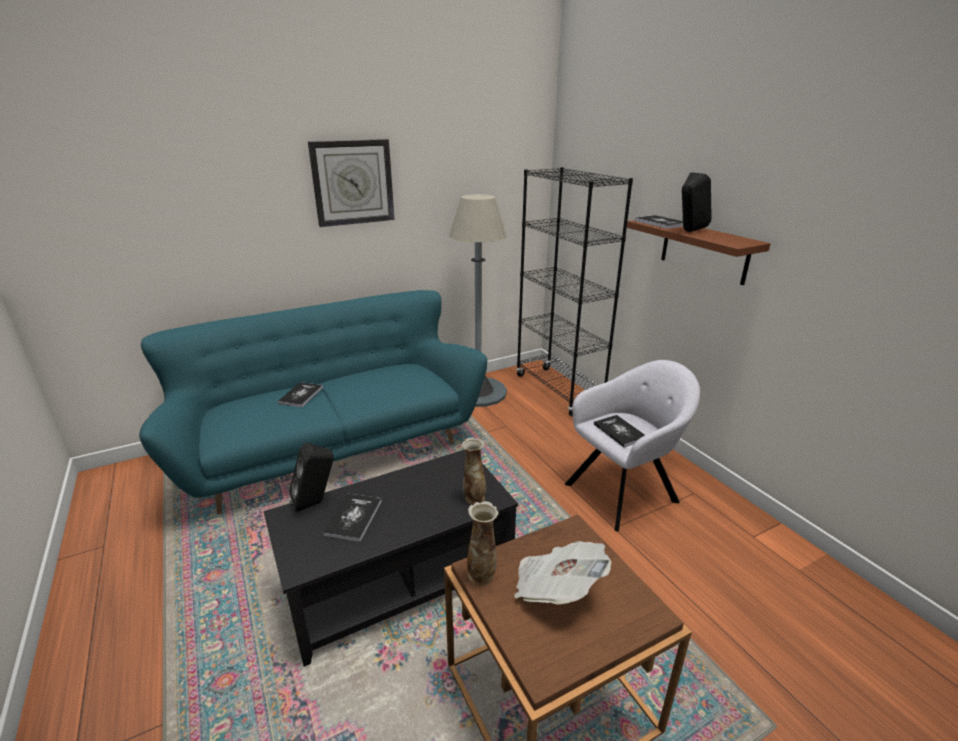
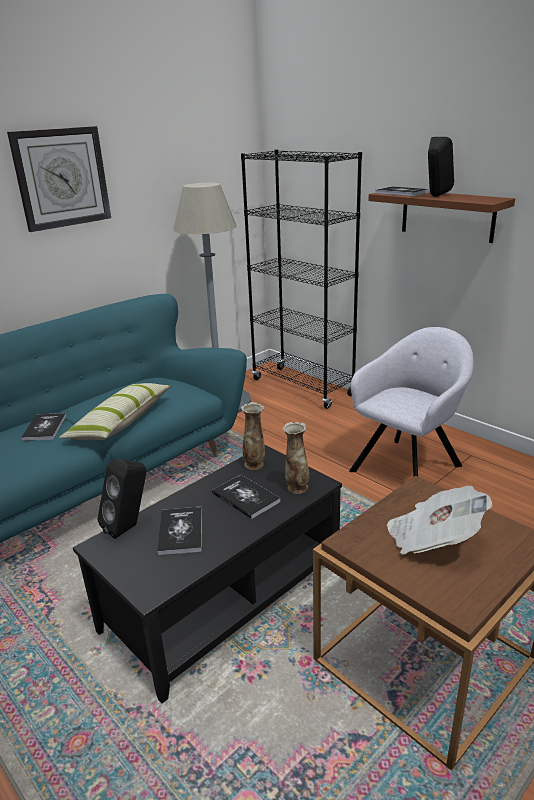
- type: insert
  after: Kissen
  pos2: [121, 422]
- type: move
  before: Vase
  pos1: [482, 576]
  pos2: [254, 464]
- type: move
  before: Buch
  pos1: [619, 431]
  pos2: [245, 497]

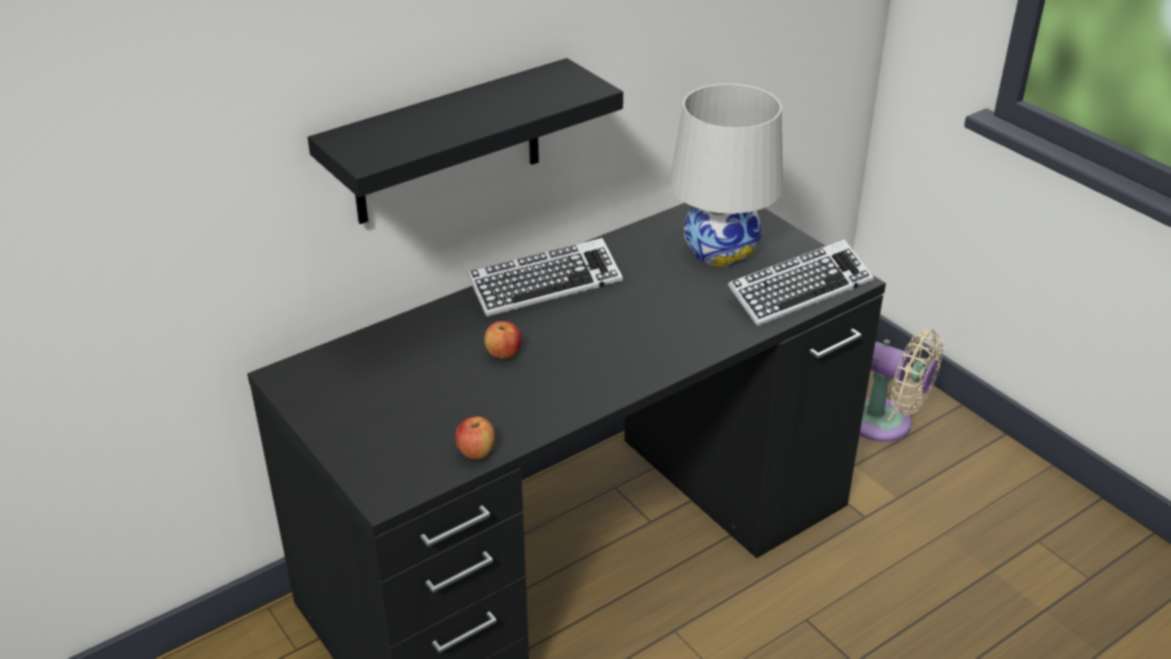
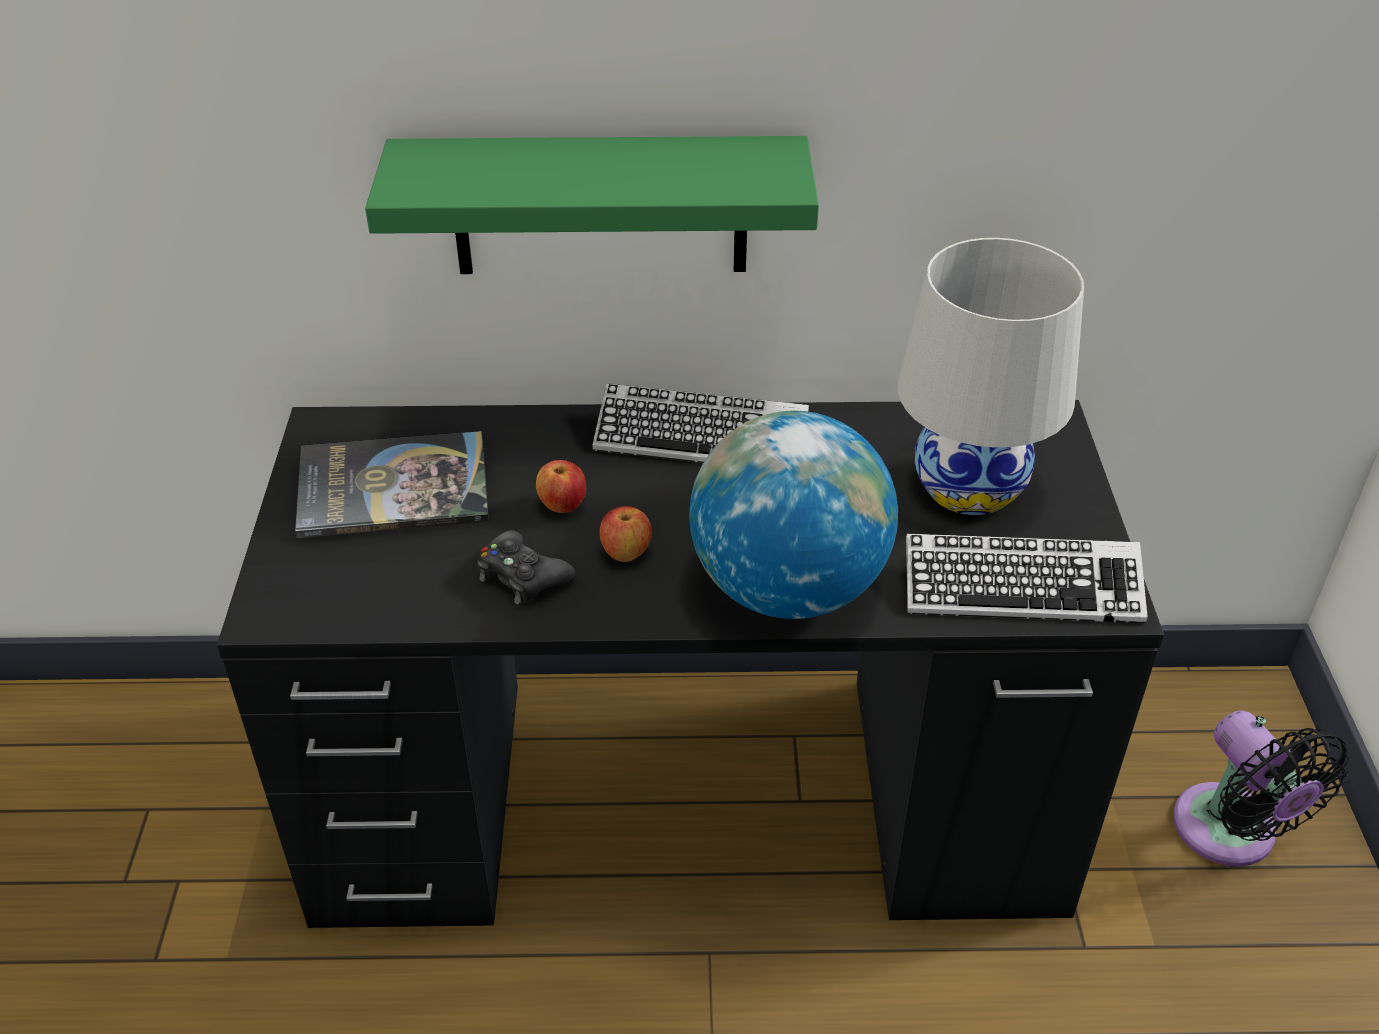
- type: insert
  after: Buch
  pos2: [393, 487]
- type: insert
  after: Gamepad [schwarz]
  pos2: [522, 576]
- type: insert
  after: Globus
  pos2: [788, 588]
- type: move
  before: Apfel
  pos1: [476, 453]
  pos2: [625, 553]
- type: recolor
  before: Wandregal [schwarz]
  after: Wandregal [grün]
  pos1: [447, 143]
  pos2: [600, 205]
- type: recolor
  before: Ventilator [beige]
  after: Ventilator [schwarz]
  pos1: [886, 424]
  pos2: [1231, 835]

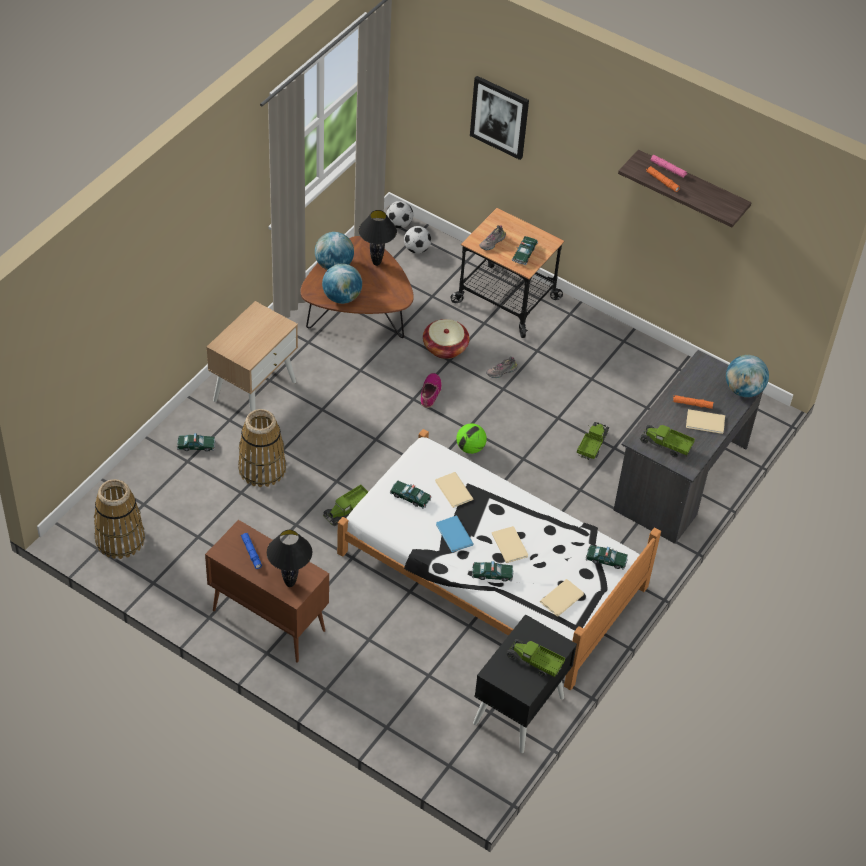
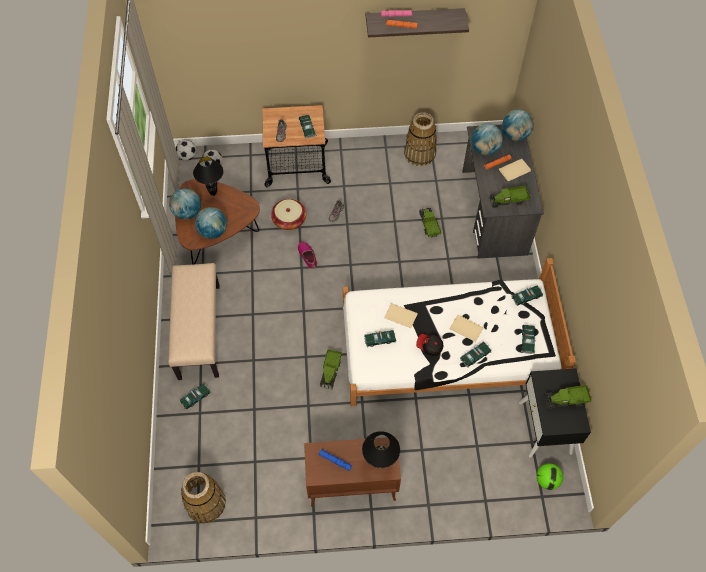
- type: delete
  before: Bild
  pos1: [500, 117]
- type: insert
  after: Globus
  pos2: [484, 149]
- type: move
  before: Korb
  pos1: [262, 469]
  pos2: [420, 154]
- type: move
  before: Fußball
  pos1: [470, 448]
  pos2: [547, 480]
- type: replace
  before: Nachttisch [beige]
  after: Bank [beige]
  pos1: [255, 390]
  pos2: [198, 331]
- type: replace
  before: Buch [blau]
  after: Kappe
  pos1: [453, 535]
  pos2: [429, 347]
- type: replace
  before: Buch [beige]
  after: Spielzeugauto
  pos1: [563, 598]
  pos2: [527, 340]

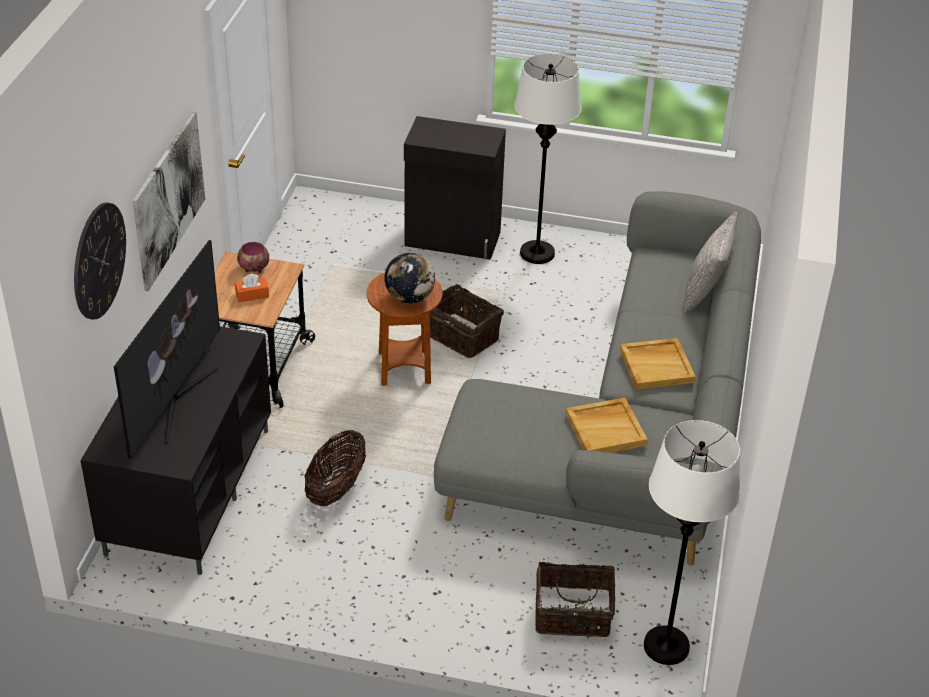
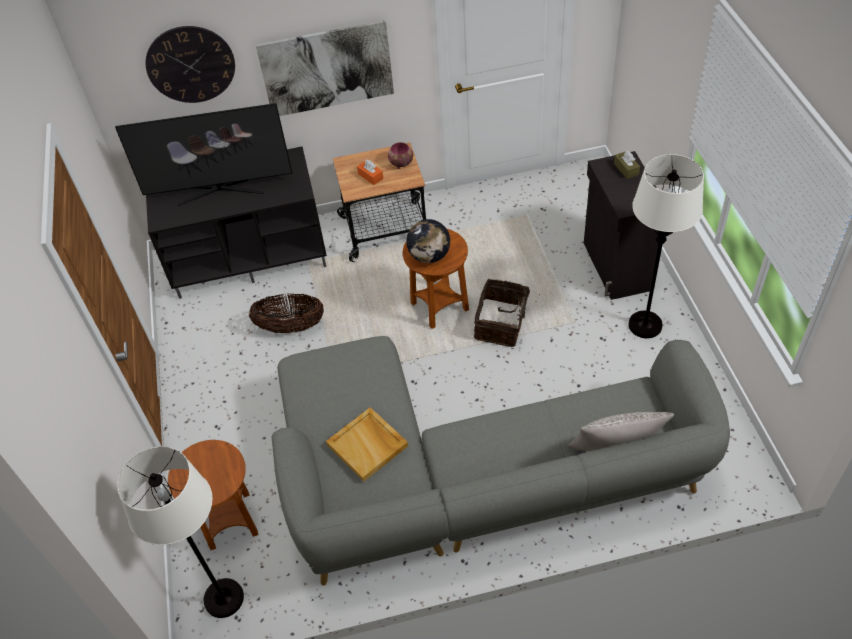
- type: delete
  before: Tablett [beige]
  pos1: [657, 366]
- type: insert
  after: Taschentuchbox [braun]
  pos2: [626, 169]
- type: replace
  before: Korb
  after: Beistelltisch [braun]
  pos1: [572, 616]
  pos2: [229, 520]

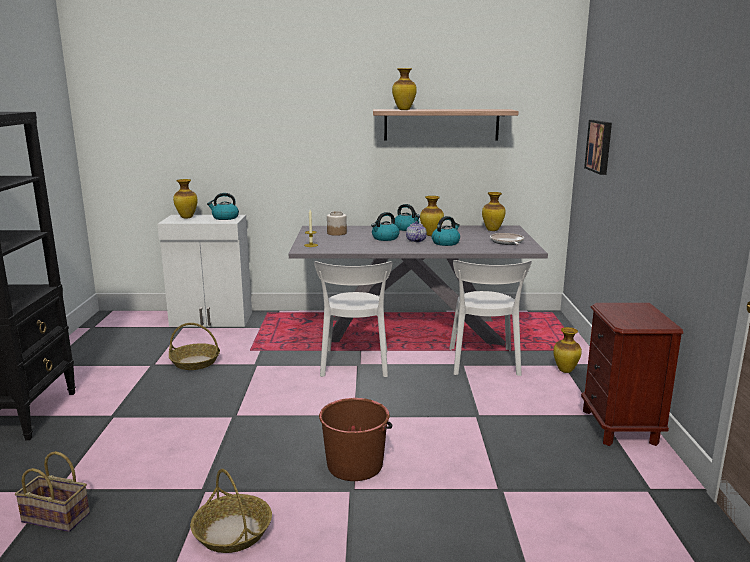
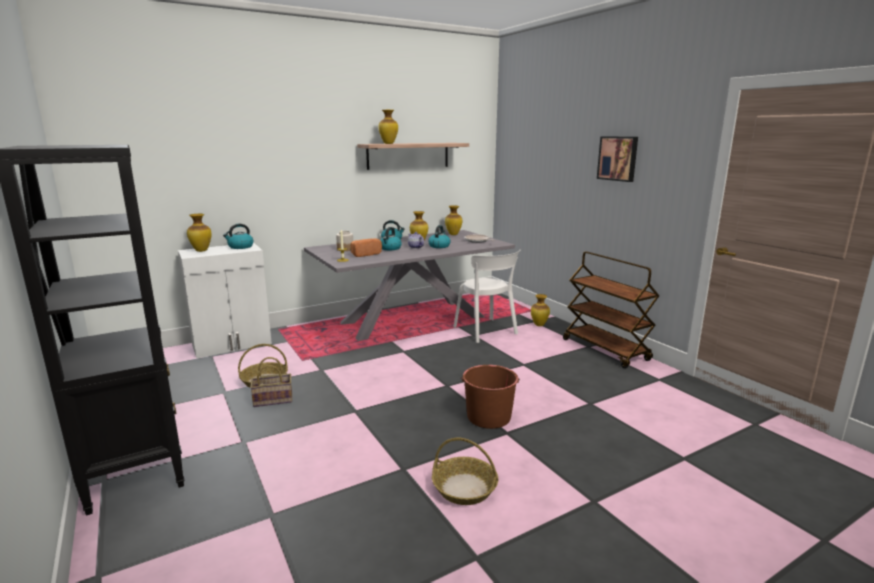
- type: delete
  before: Stuhl [weiß]
  pos1: [355, 365]
- type: insert
  after: Brot
  pos2: [365, 254]
- type: move
  before: Korb
  pos1: [58, 517]
  pos2: [274, 399]
- type: move
  before: Bild
  pos1: [600, 146]
  pos2: [618, 158]
- type: replace
  before: Nachttisch [braun]
  after: Rollwagen [braun]
  pos1: [619, 427]
  pos2: [606, 350]

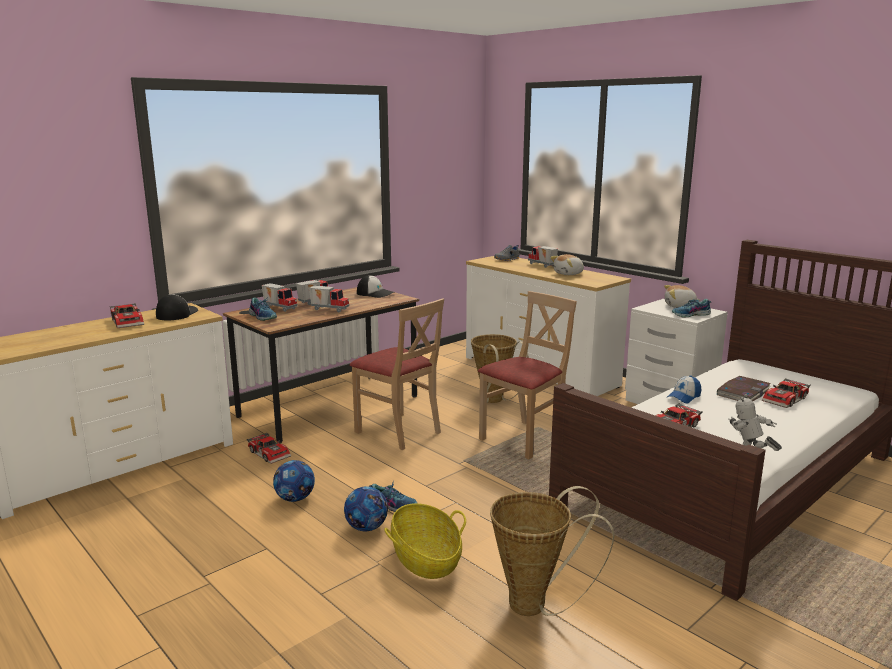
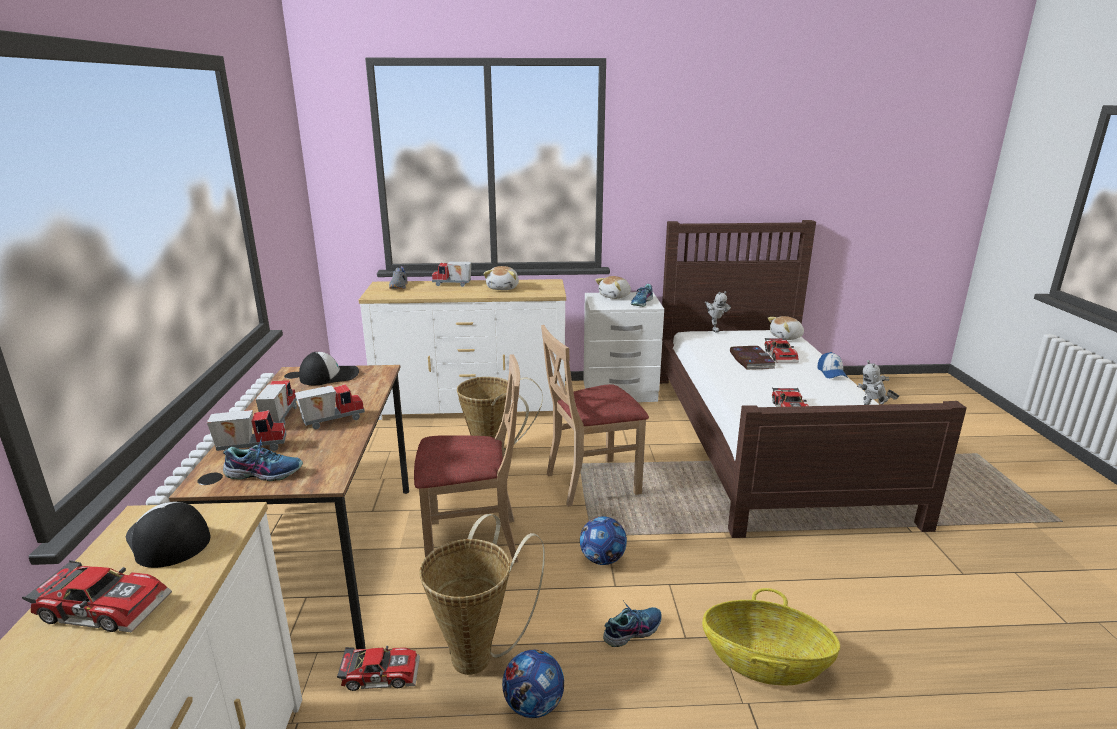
- type: insert
  after: Spielzeugroboter
  pos2: [714, 329]
- type: insert
  after: Plüschtier
  pos2: [786, 337]
- type: move
  before: Fußball
  pos1: [366, 527]
  pos2: [602, 559]
- type: move
  before: Korb
  pos1: [536, 605]
  pos2: [479, 654]
- type: move
  before: Kappe
  pos1: [683, 397]
  pos2: [831, 373]
- type: rotate
  before: Stuhl [beige]
  pos1: [524, 439]
  pos2: [592, 482]
  turn: -105

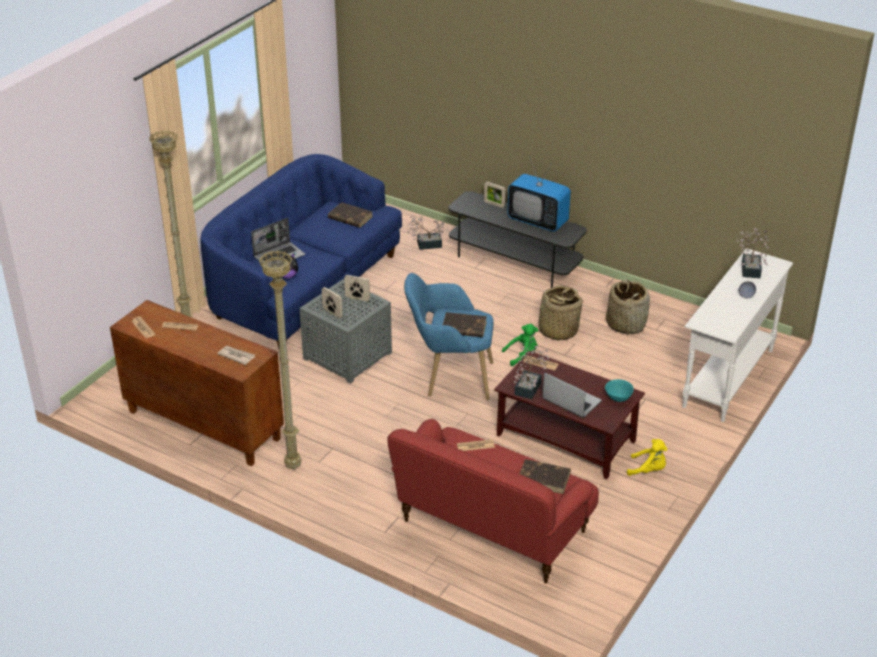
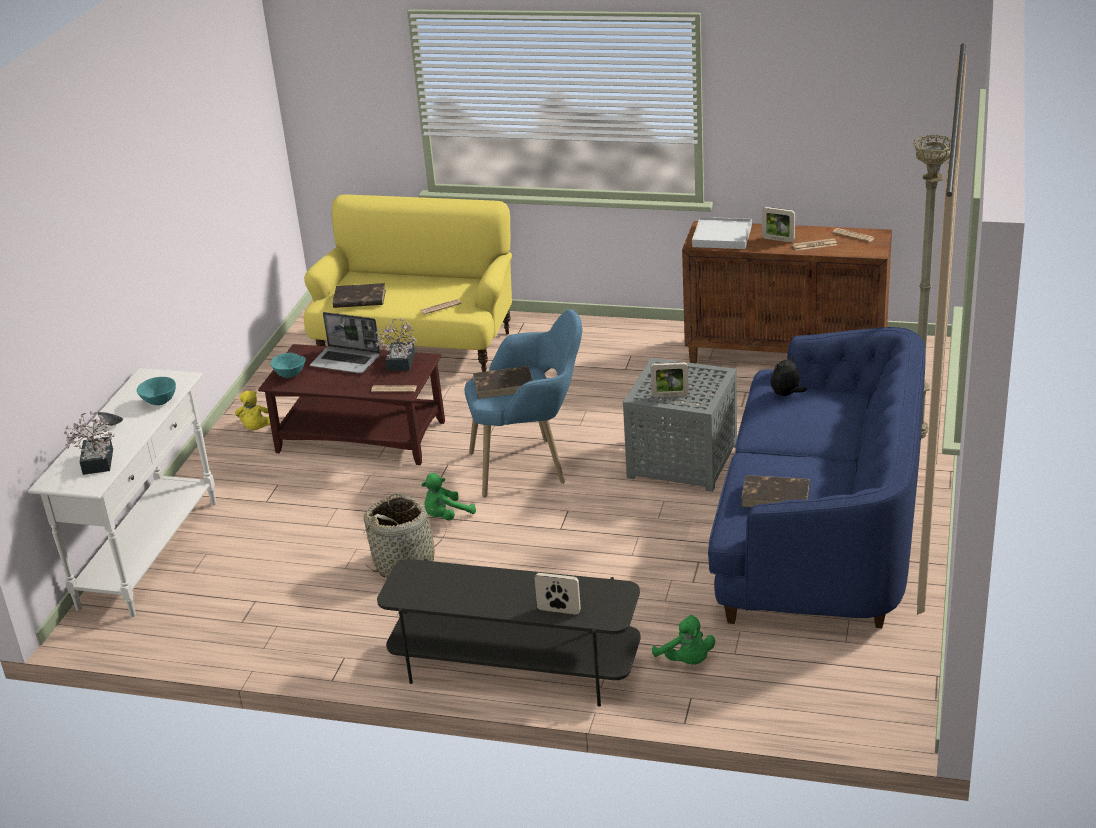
- type: delete
  before: Laptop
  pos1: [279, 256]
- type: delete
  before: Stehlampe [beige]
  pos1: [293, 467]
- type: delete
  before: Fernseher
  pos1: [538, 221]
- type: delete
  before: Korb
  pos1: [626, 324]
- type: insert
  after: Schüssel [türkis]
  pos2: [159, 402]
- type: move
  before: Bilderrahmen
  pos1: [332, 313]
  pos2: [778, 239]
- type: replace
  before: Zeitung
  after: Tablett [weiß]
  pos1: [236, 356]
  pos2: [722, 236]
- type: replace
  before: Topfpflanze
  after: Plüschtier [grün]
  pos1: [426, 244]
  pos2: [686, 661]
- type: recolor
  before: Sofa [rot]
  after: Sofa [gelb]
  pos1: [492, 529]
  pos2: [417, 346]
- type: rotate
  before: Plüschtier [gelb]
  pos1: [648, 470]
  pos2: [258, 429]
  turn: -90

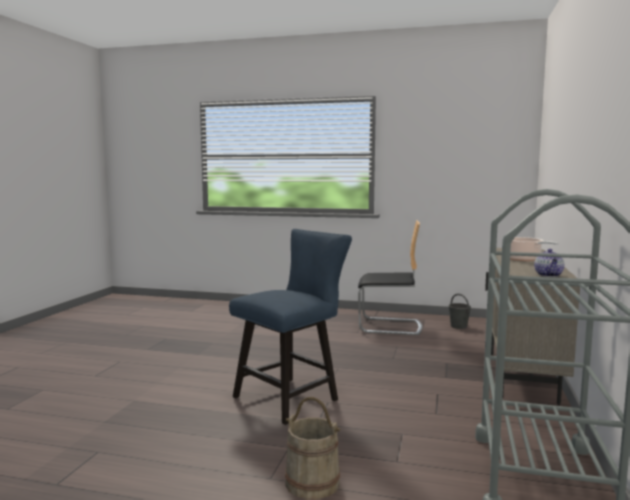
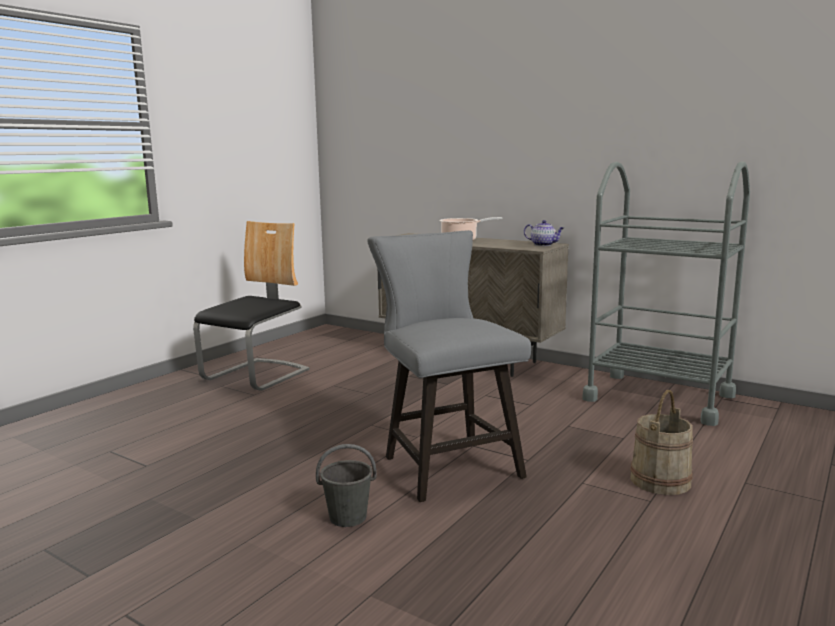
- type: move
  before: Eimer [grau]
  pos1: [459, 326]
  pos2: [348, 517]
- type: recolor
  before: Stuhl [blau]
  after: Stuhl [grau]
  pos1: [292, 397]
  pos2: [446, 463]

